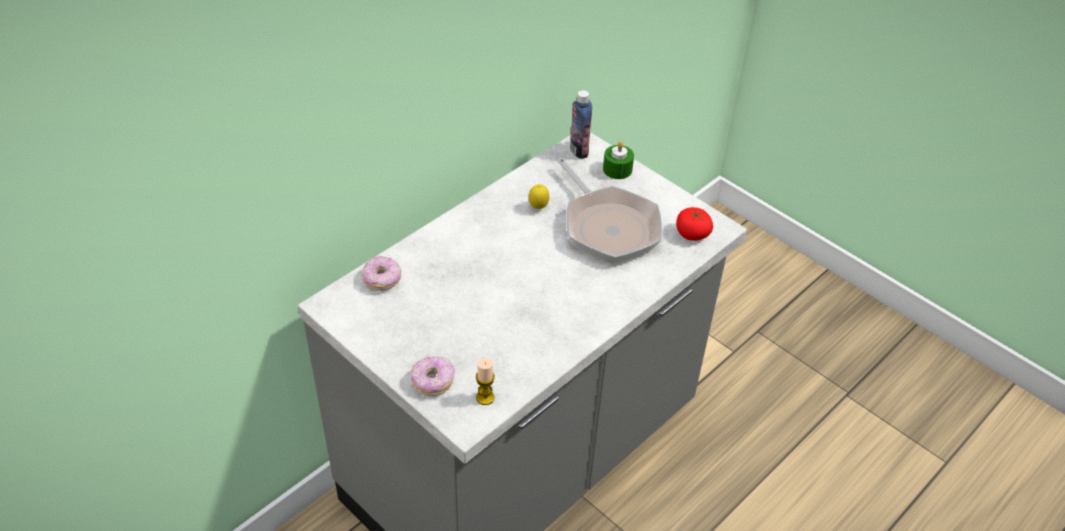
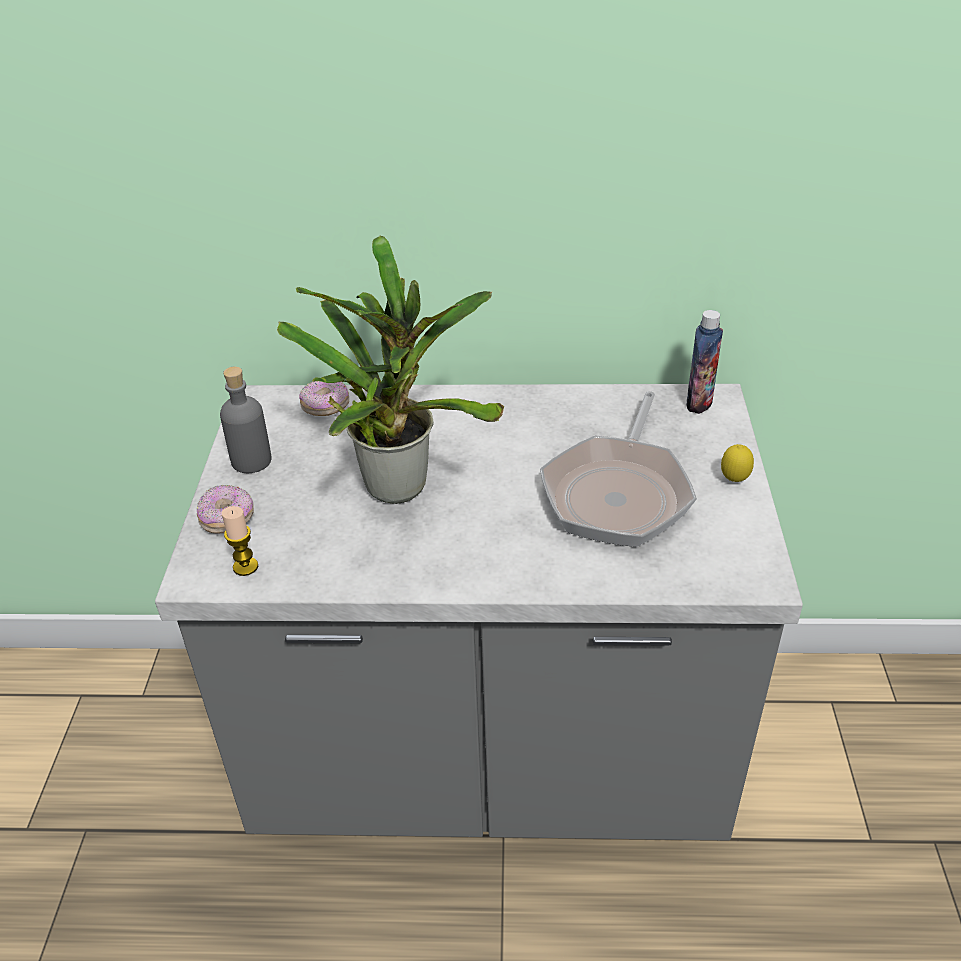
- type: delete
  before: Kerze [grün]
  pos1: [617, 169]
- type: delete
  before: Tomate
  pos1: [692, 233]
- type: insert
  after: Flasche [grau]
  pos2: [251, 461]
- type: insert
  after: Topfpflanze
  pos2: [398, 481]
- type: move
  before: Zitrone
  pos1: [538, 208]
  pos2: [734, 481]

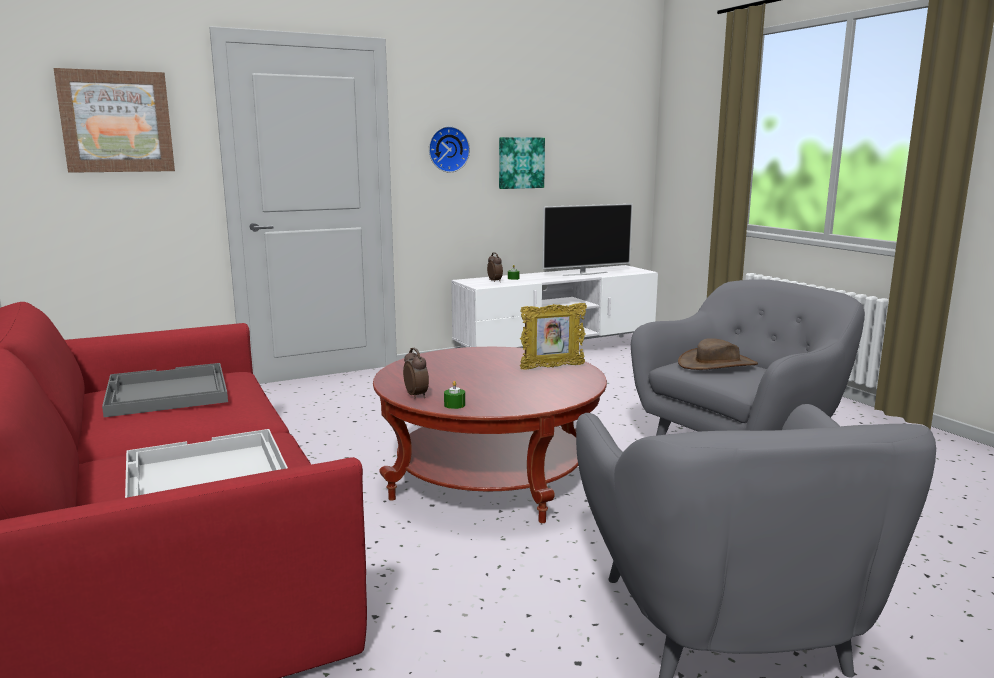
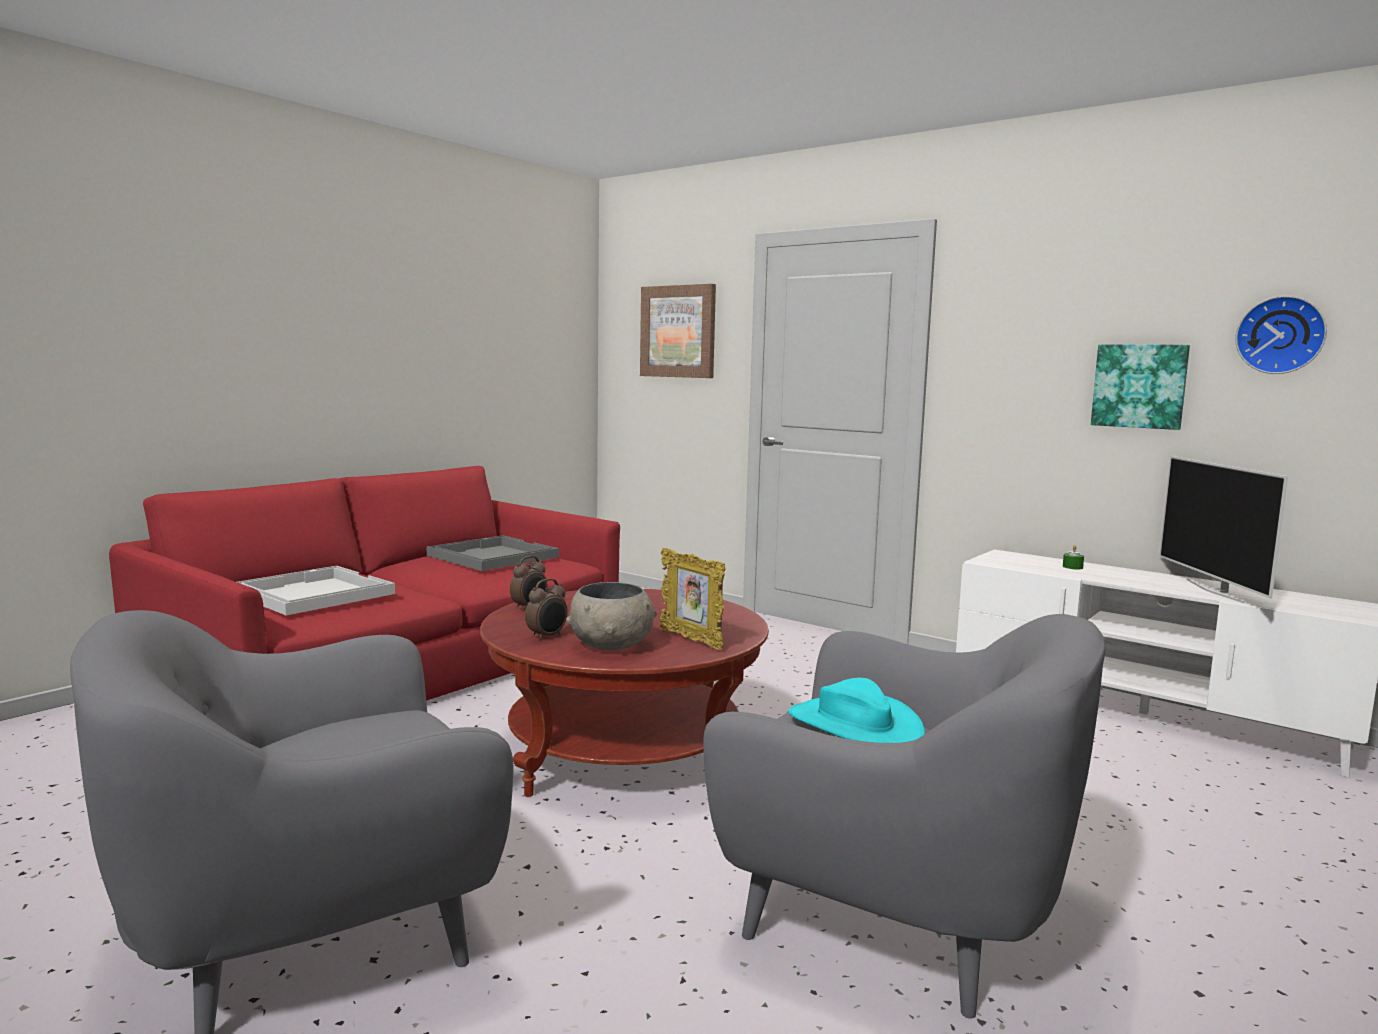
- type: delete
  before: Kerze [grün]
  pos1: [454, 405]
- type: insert
  after: Schüssel [grau]
  pos2: [611, 646]
- type: move
  before: Wanduhr
  pos1: [447, 149]
  pos2: [1280, 335]
- type: move
  before: Wecker
  pos1: [495, 281]
  pos2: [547, 637]
- type: recolor
  before: Hut [braun]
  after: Hut [türkis]
  pos1: [717, 364]
  pos2: [854, 726]
- type: rotate
  before: Fernseher
  pos1: [584, 274]
  pos2: [1216, 591]
  turn: 45

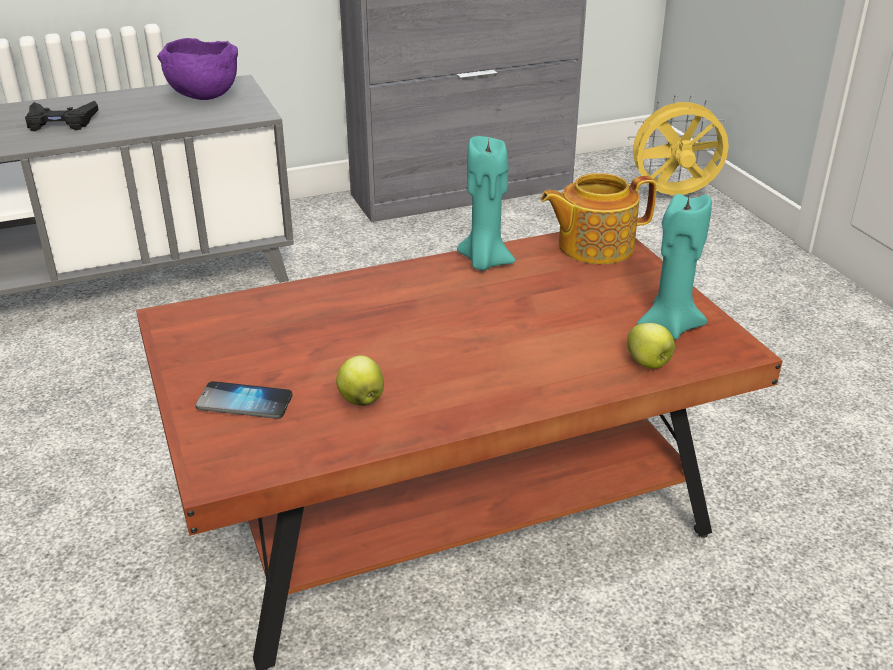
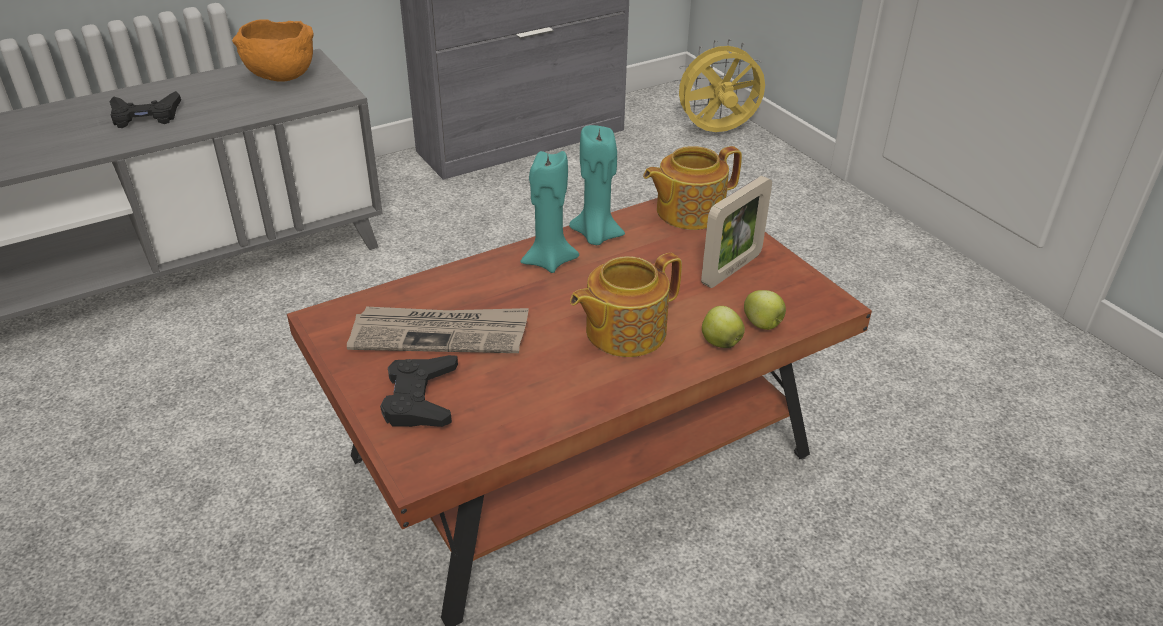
- type: insert
  after: Zeitung
  pos2: [440, 333]
- type: insert
  after: Teekanne
  pos2: [623, 331]
- type: insert
  after: Bilderrahmen
  pos2: [731, 269]
- type: move
  before: Apfel
  pos1: [361, 399]
  pos2: [720, 342]
- type: move
  before: Kerze [türkis]
  pos1: [669, 326]
  pos2: [549, 261]
- type: replace
  before: Handy
  after: Gamepad [schwarz]
  pos1: [245, 402]
  pos2: [420, 398]
- type: recolor
  before: Schüssel [lila]
  after: Schüssel [orange]
  pos1: [202, 97]
  pos2: [280, 77]

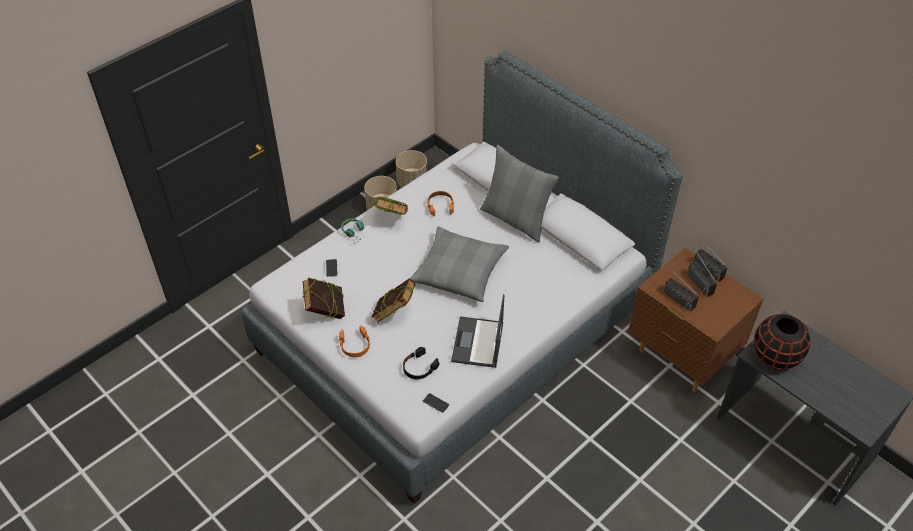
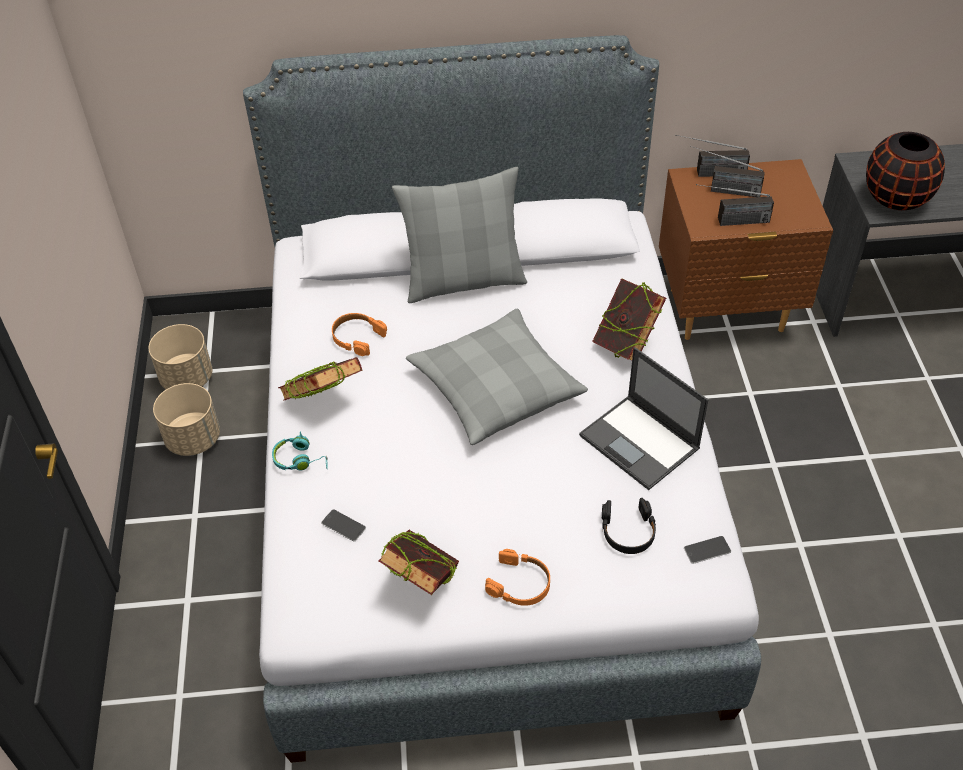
- type: move
  before: Buch
  pos1: [394, 314]
  pos2: [626, 344]

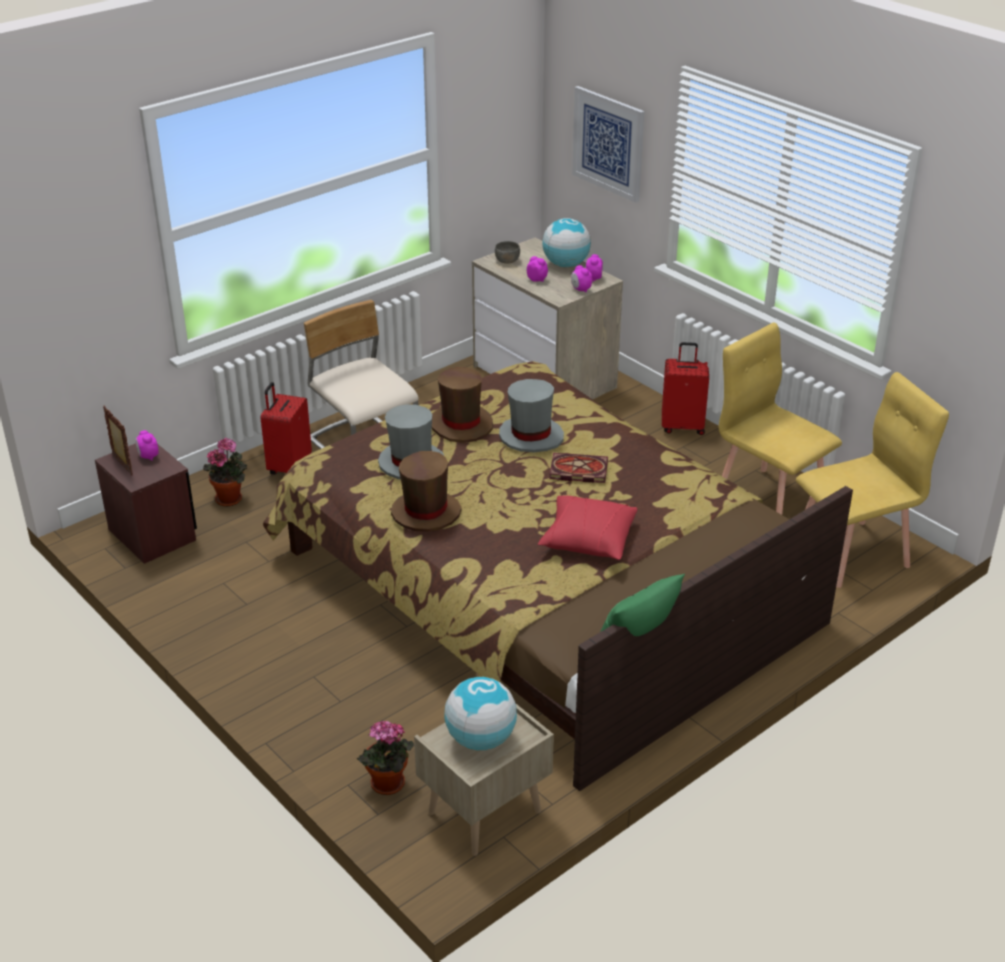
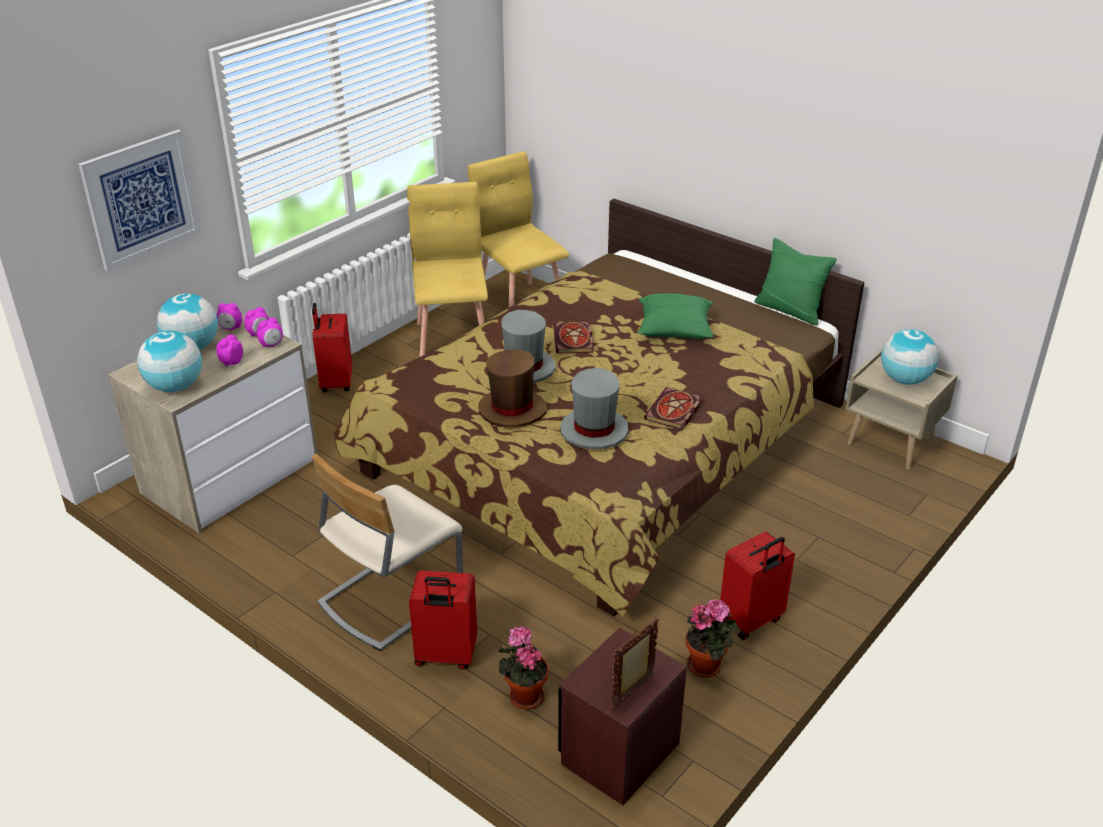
- type: insert
  after: Koffer [rot]
  pos2: [751, 620]
- type: move
  before: Wecker
  pos1: [148, 456]
  pos2: [271, 345]
- type: move
  before: Topfpflanze
  pos1: [387, 786]
  pos2: [707, 665]
- type: replace
  before: Hut [braun]
  after: Buch
  pos1: [426, 513]
  pos2: [674, 412]
- type: replace
  before: Schüssel [grau]
  after: Globus
  pos1: [507, 261]
  pos2: [175, 386]
- type: recolor
  before: Kissen [rot]
  after: Kissen [grün]
  pos1: [587, 539]
  pos2: [674, 329]
- type: rotate
  before: Stuhl [gelb]
  pos1: [769, 499]
  pos2: [453, 337]
  turn: 135

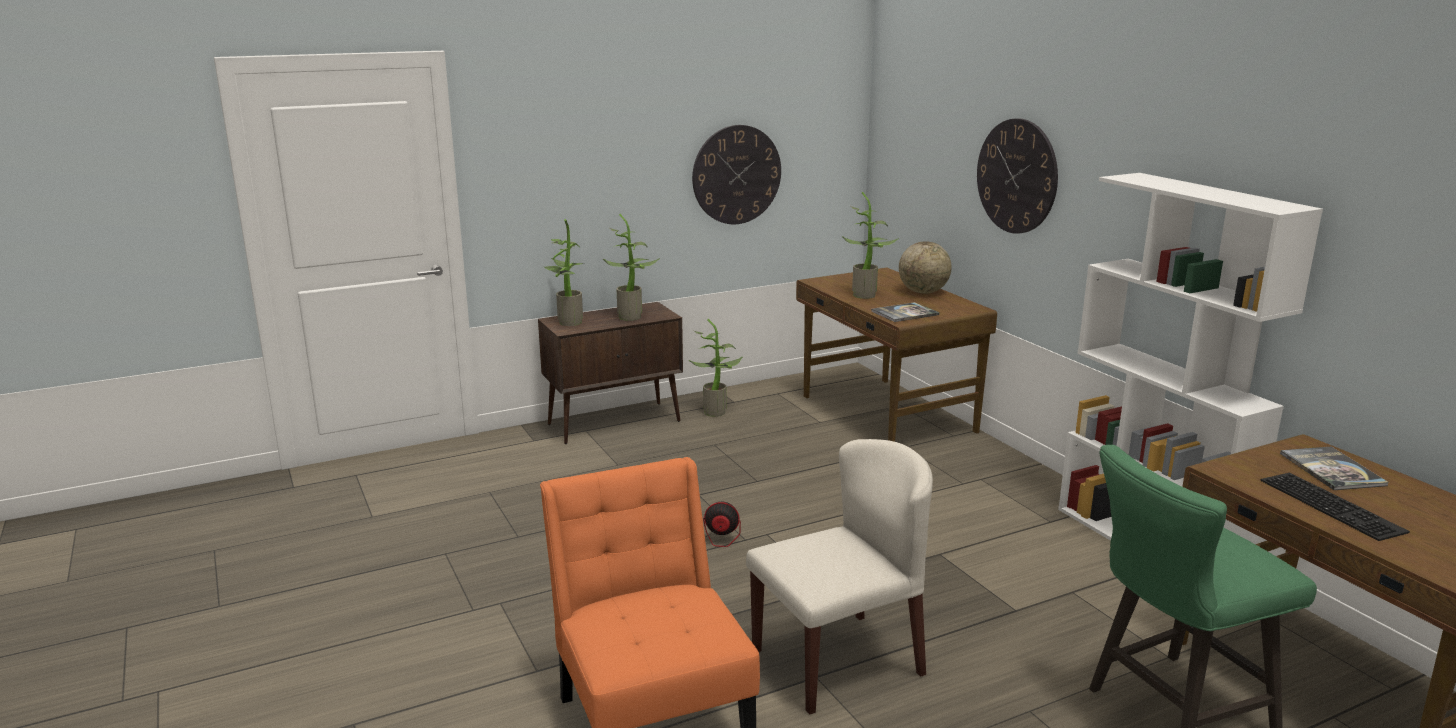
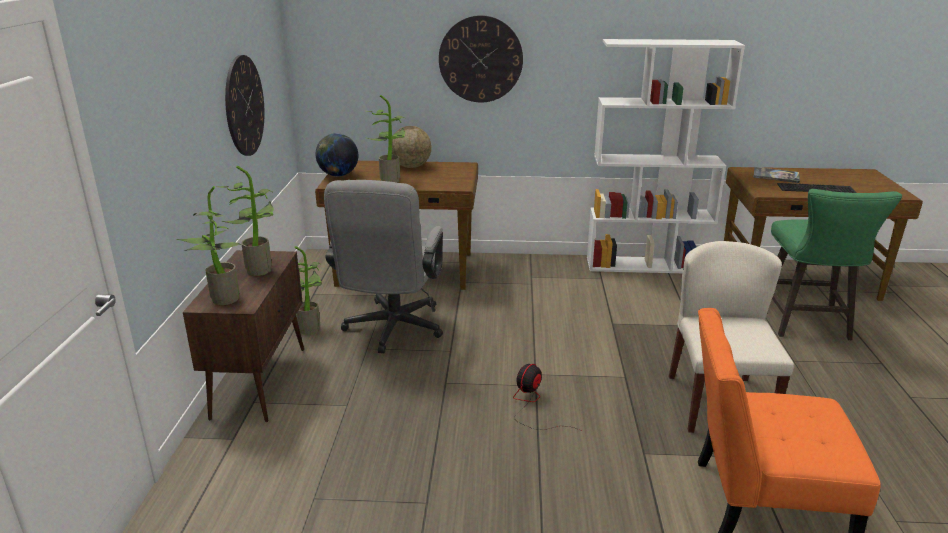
- type: delete
  before: Buch
  pos1: [904, 313]
- type: insert
  after: Globus
  pos2: [338, 175]
- type: insert
  after: Bürostuhl [grau]
  pos2: [391, 331]

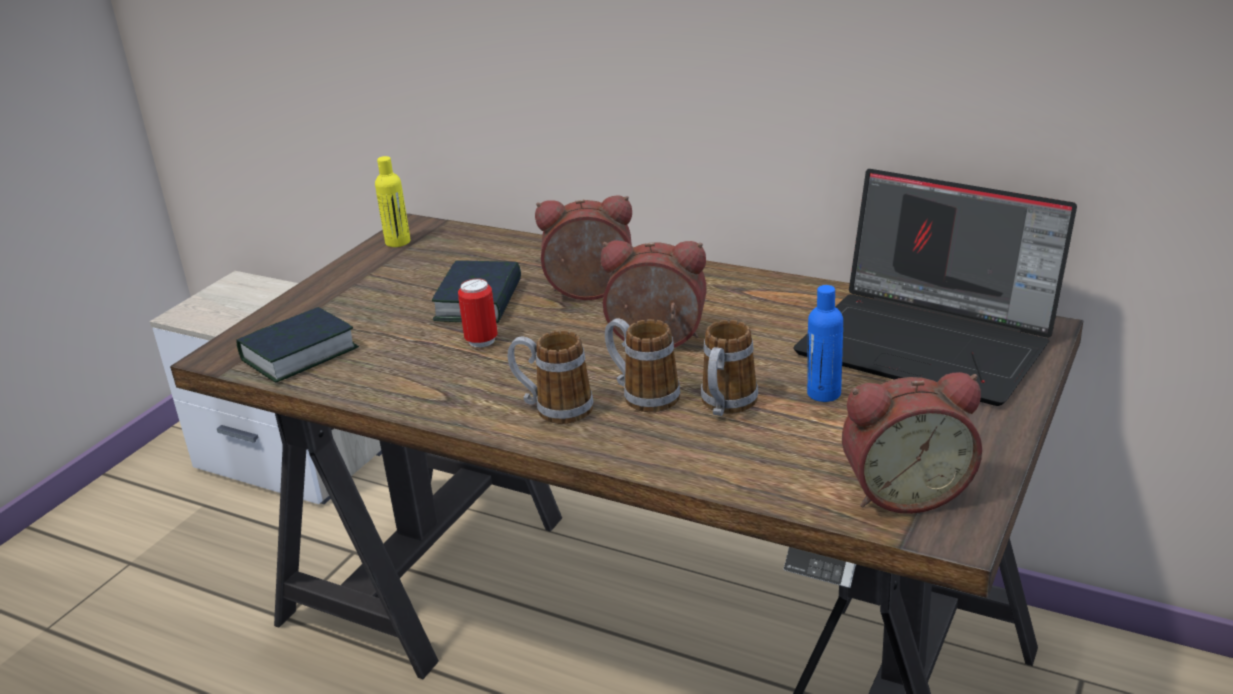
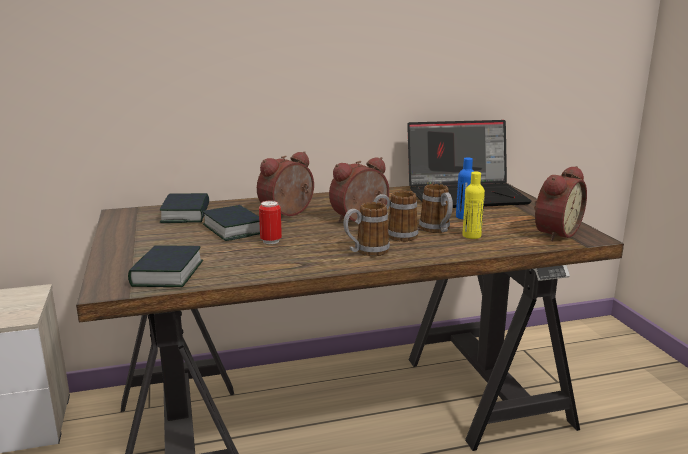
- type: insert
  after: Buch
  pos2: [186, 214]
- type: move
  before: Flasche [gelb]
  pos1: [398, 242]
  pos2: [471, 236]

